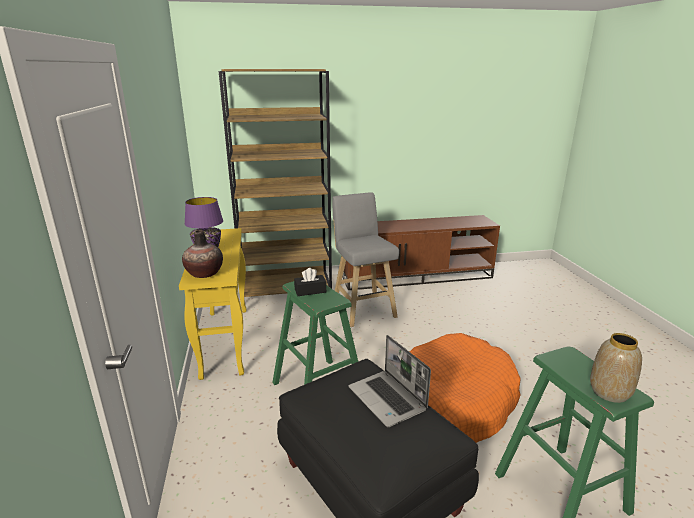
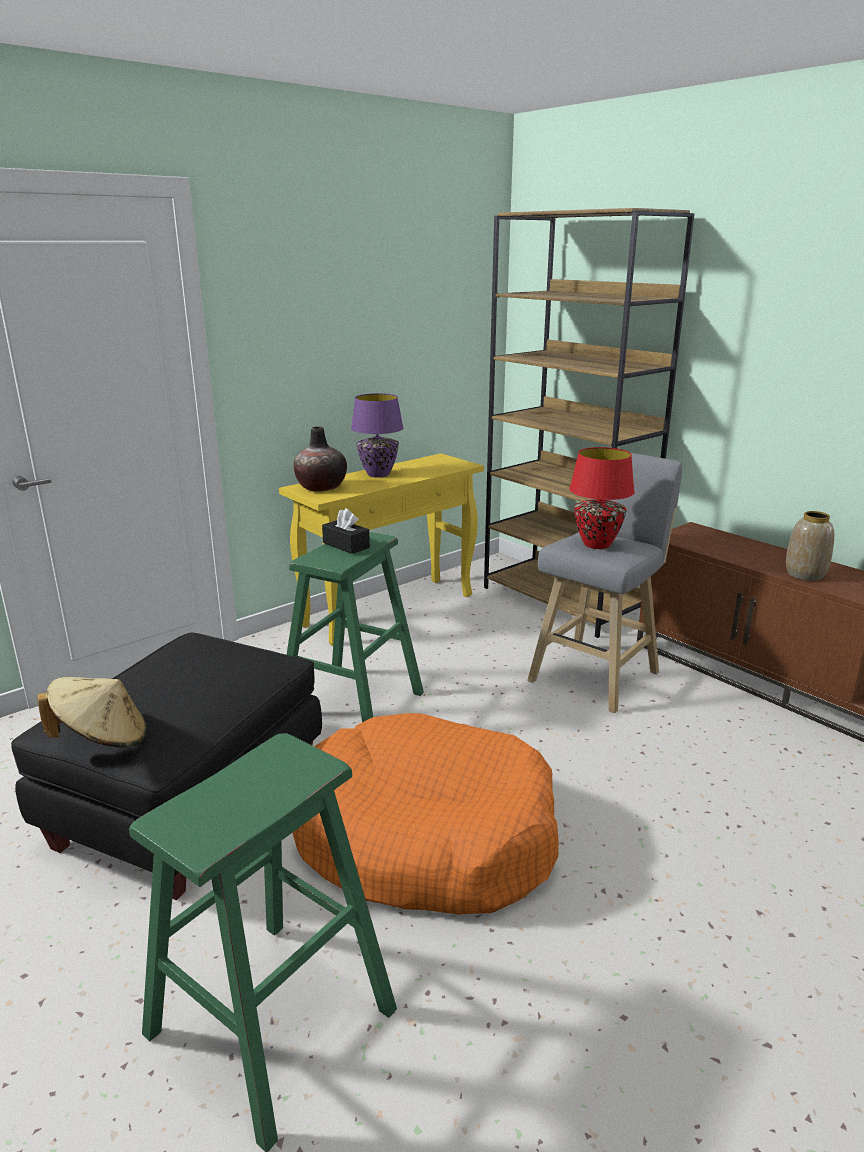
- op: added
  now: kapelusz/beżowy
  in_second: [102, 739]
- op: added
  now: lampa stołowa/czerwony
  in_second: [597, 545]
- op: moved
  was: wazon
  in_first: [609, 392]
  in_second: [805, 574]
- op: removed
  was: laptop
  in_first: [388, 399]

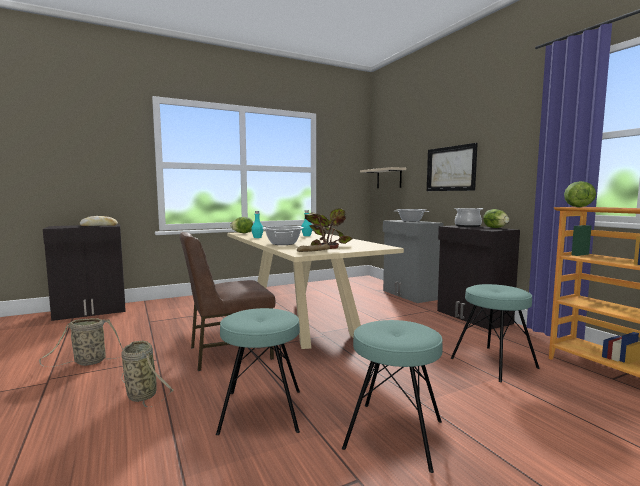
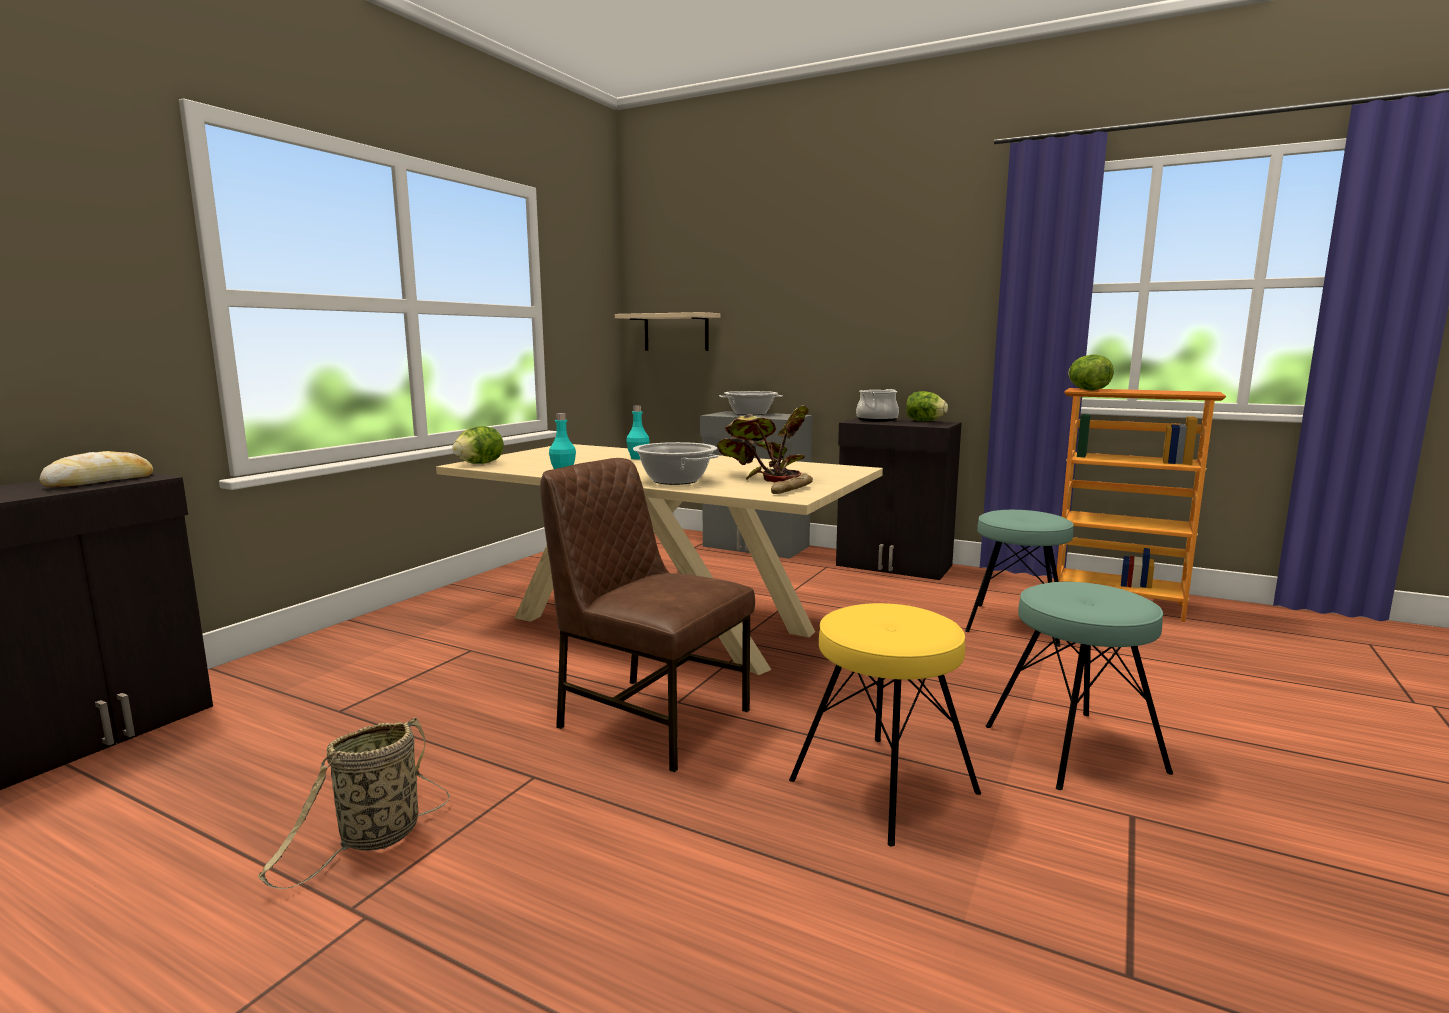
- op: turned
  was: krzesło/brązowy
  in_first: [228, 352]
  in_second: [650, 718]
  clockwise: 90
- op: recoloured
  was: stołek/turkusowy
  now: stołek/żółty
  in_first: [262, 411]
  in_second: [883, 786]
- op: removed
  was: koszyk
  in_first: [141, 394]
- op: removed
  was: obraz
  in_first: [451, 168]

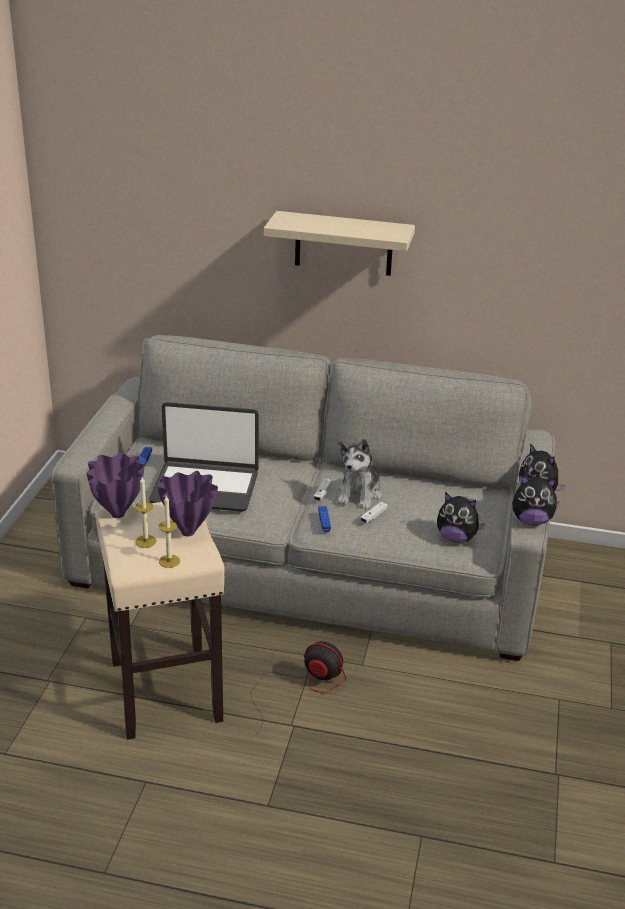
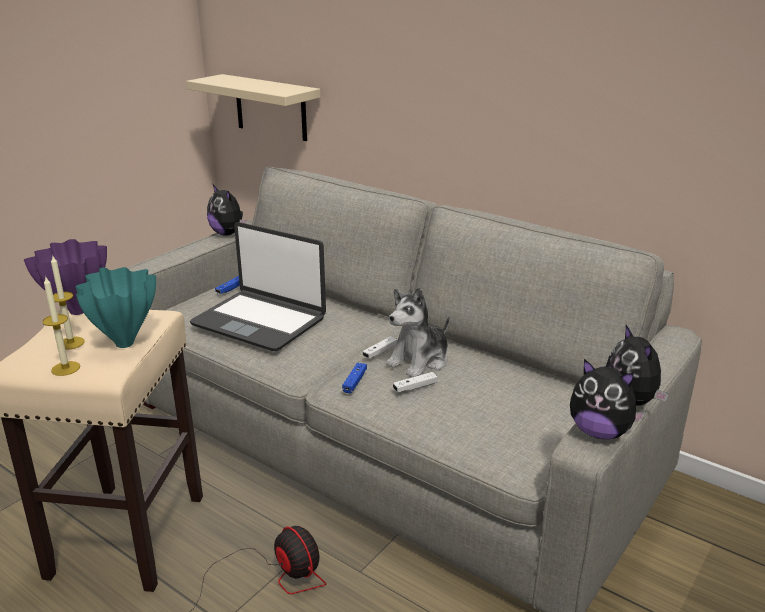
- op: recoloured
  was: wazon/fioletowy
  now: wazon/turkusowy
  in_first: [189, 533]
  in_second: [125, 344]
- op: moved
  was: półka/beżowy
  in_first: [343, 244]
  in_second: [270, 107]
- op: moved
  was: pluszak
  in_first: [456, 538]
  in_second: [228, 233]

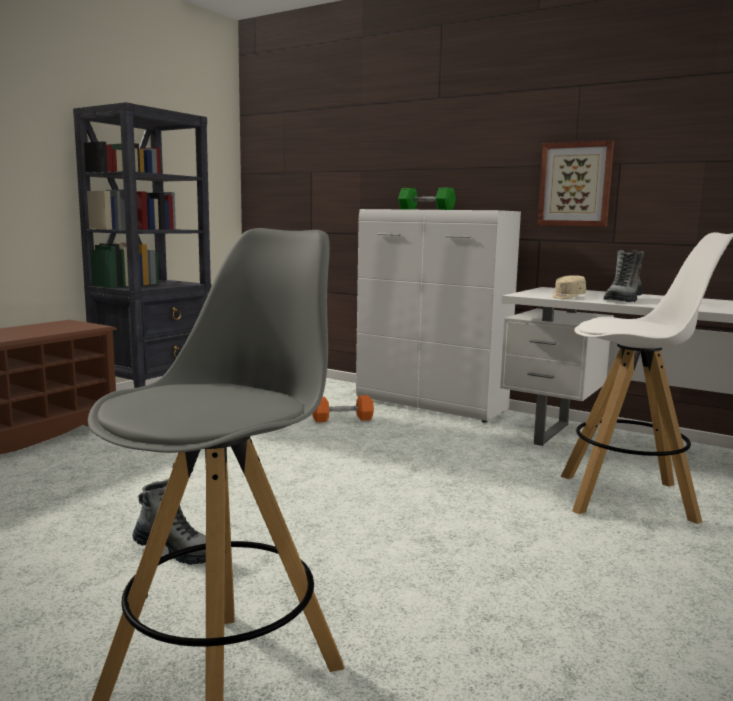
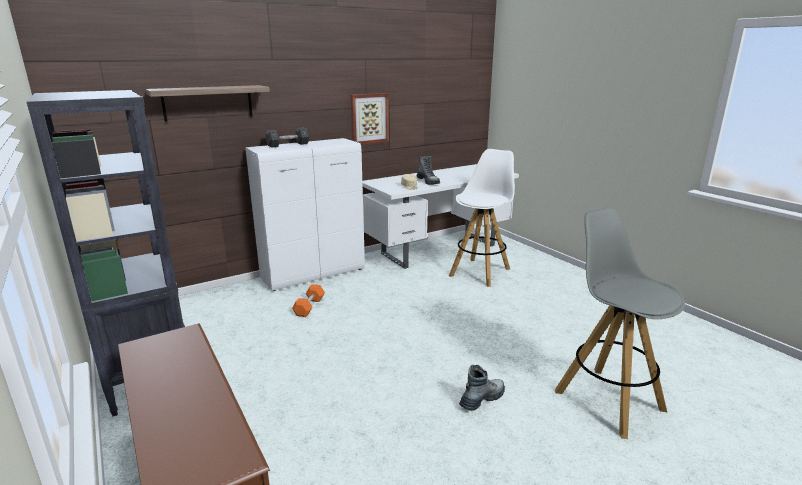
- op: added
  now: półka
  in_second: [208, 103]
- op: recoloured
  was: hantel/zielony
  now: hantel/szary
  in_first: [426, 209]
  in_second: [288, 145]

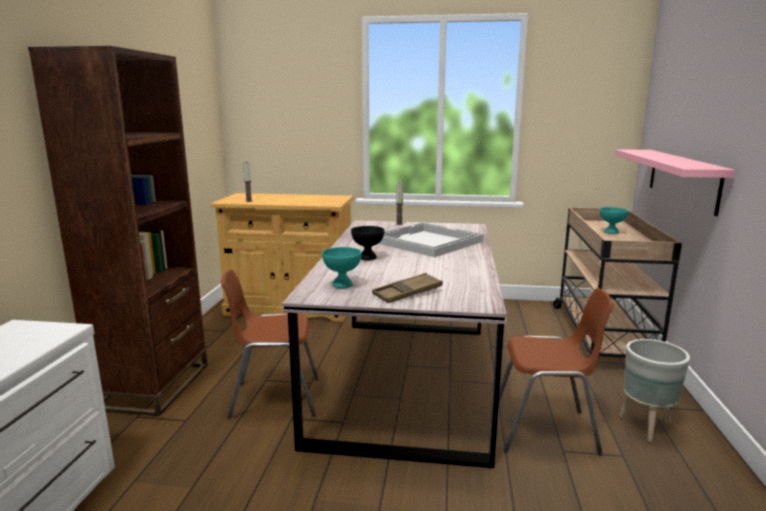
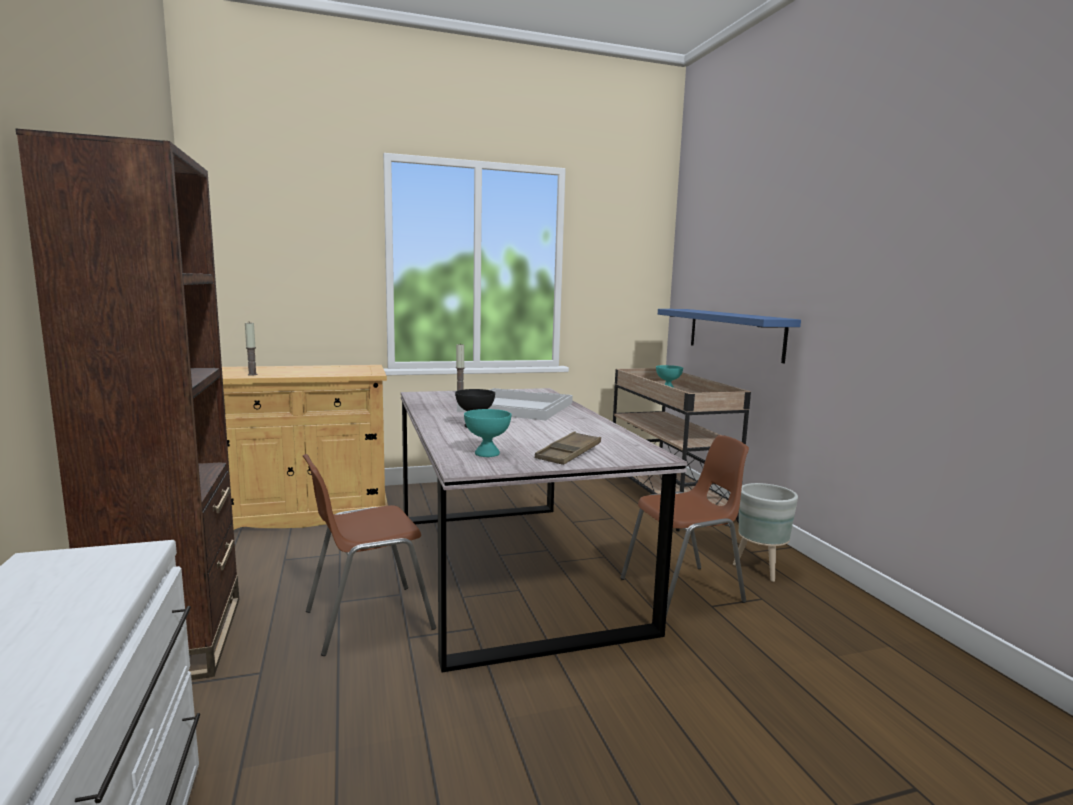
- op: recoloured
  was: półka/różowy
  now: półka/niebieski
  in_first: [682, 179]
  in_second: [734, 333]

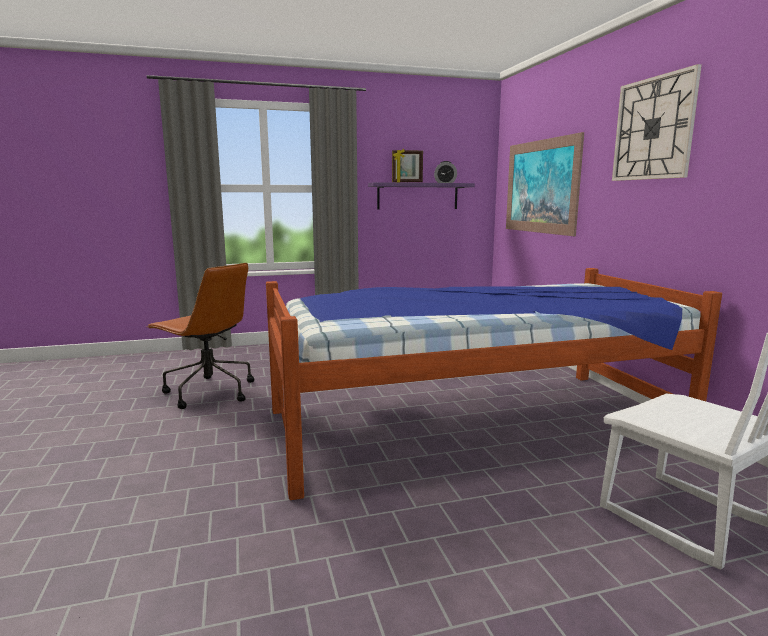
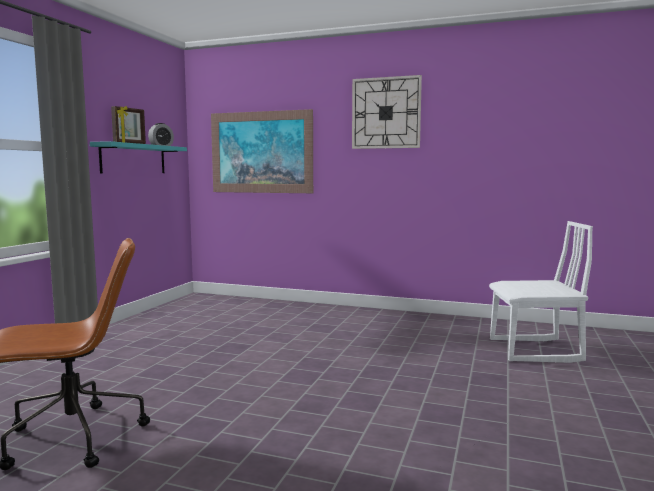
- op: recoloured
  was: półka/fioletowy
  now: półka/turkusowy
  in_first: [417, 196]
  in_second: [133, 159]
- op: removed
  was: łóżko
  in_first: [472, 422]

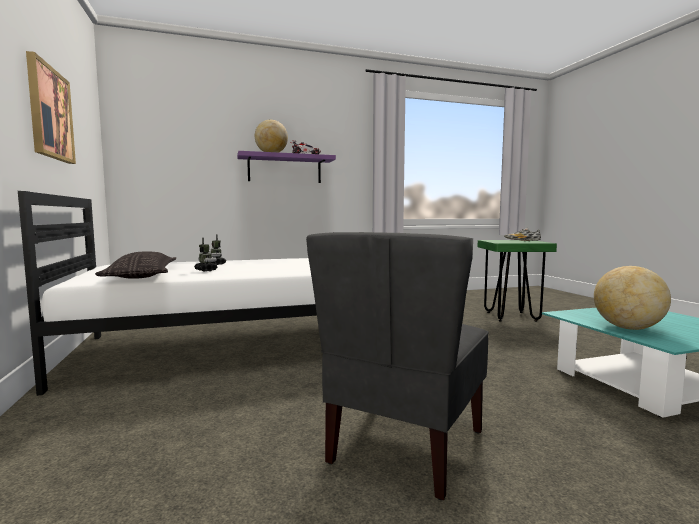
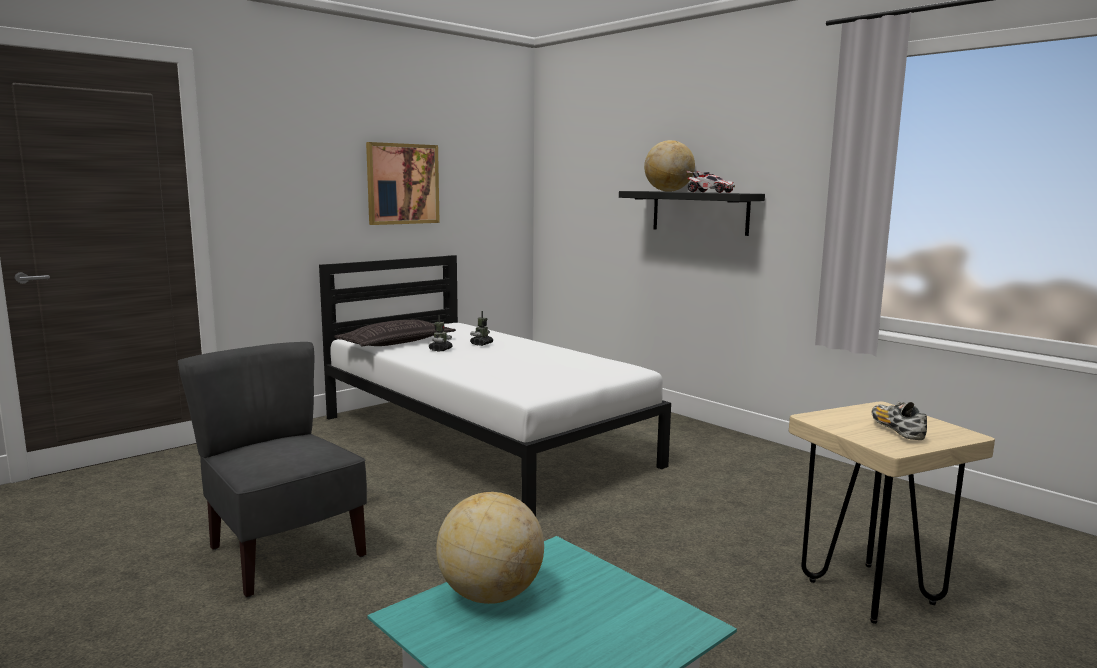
- op: turned
  was: krzesło/szary
  in_first: [404, 446]
  in_second: [283, 553]
  clockwise: 45
- op: recoloured
  was: półka/fioletowy
  now: półka/czarny
  in_first: [284, 169]
  in_second: [699, 212]
- op: recoloured
  was: stołek/zielony
  now: stołek/beżowy
  in_first: [511, 316]
  in_second: [870, 592]

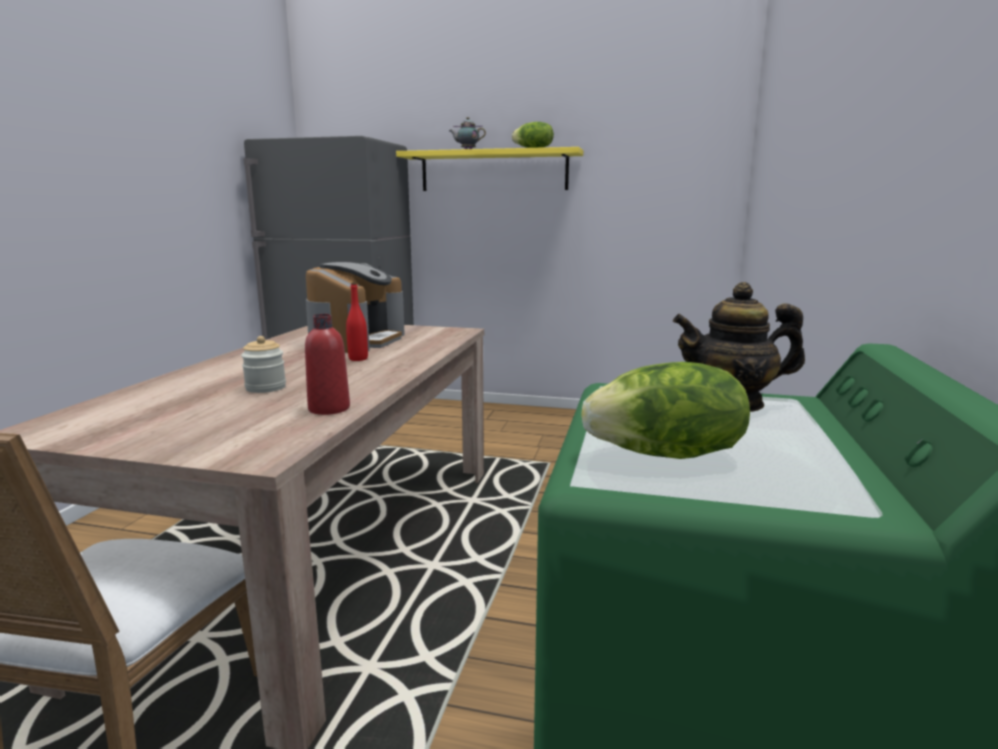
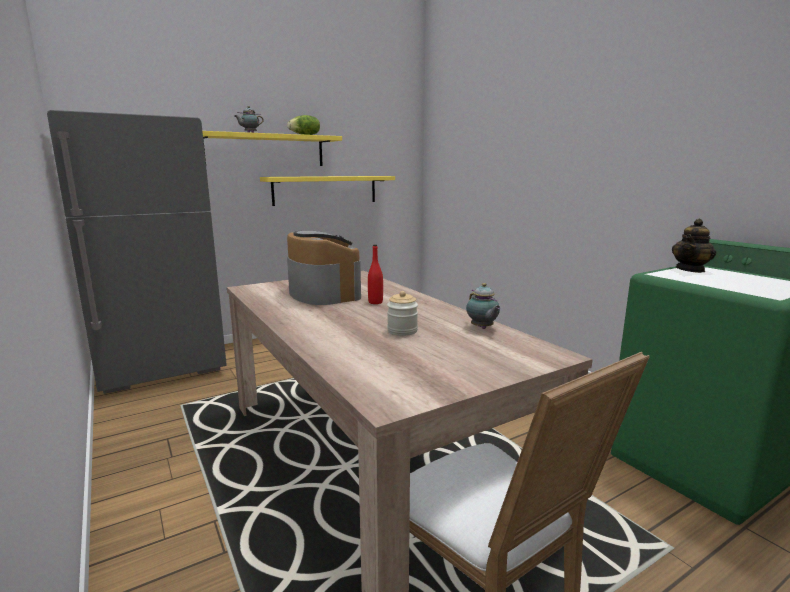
- op: added
  now: półka/żółty
  in_second: [325, 190]
- op: replaced
  was: butelka/czerwony
  now: imbryk
  in_first: [329, 409]
  in_second: [482, 328]
- op: removed
  was: sałata
  in_first: [667, 455]

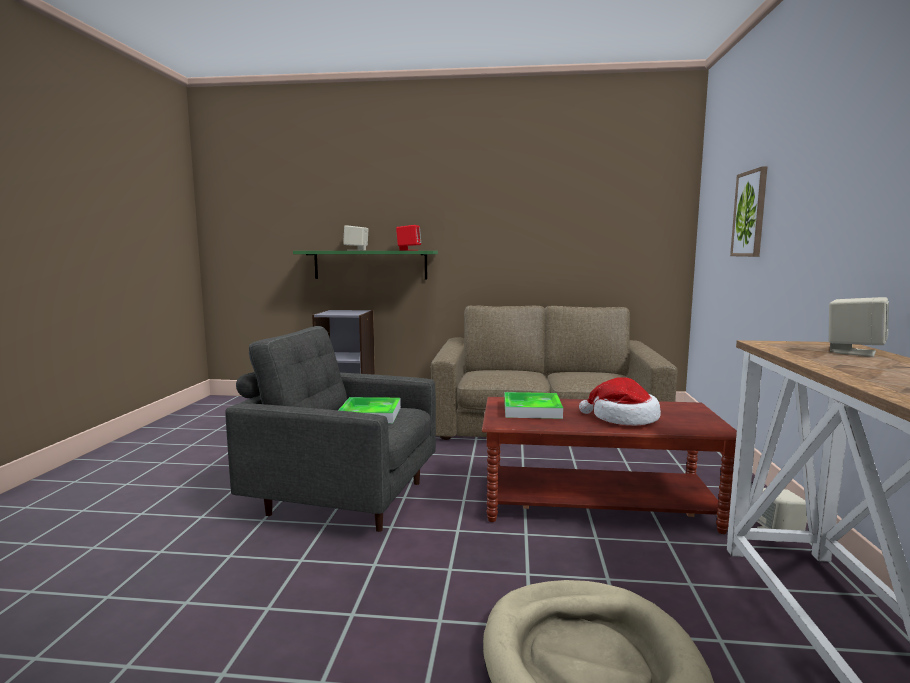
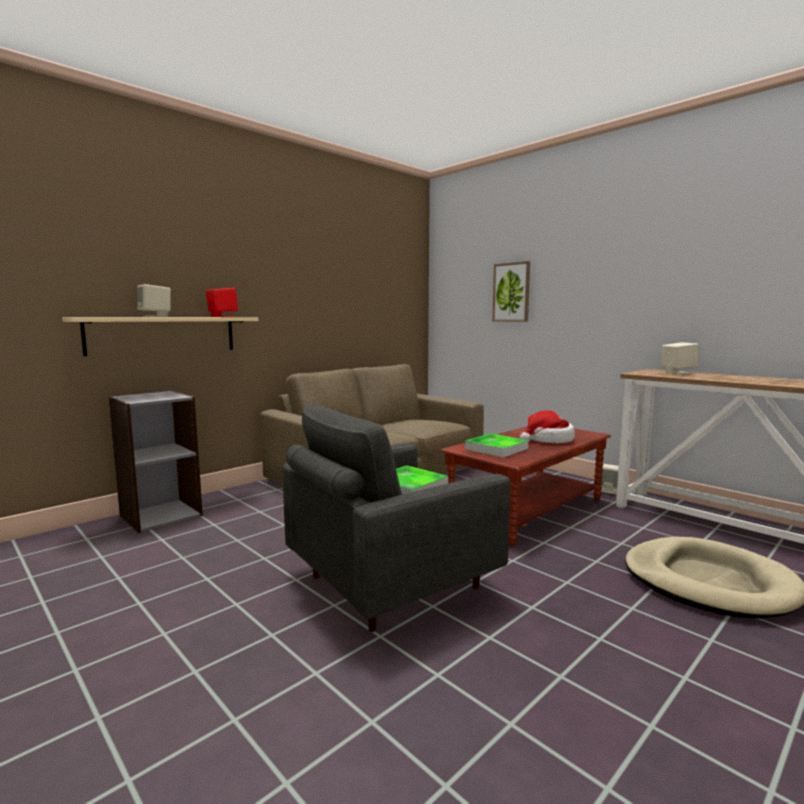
- op: recoloured
  was: półka/zielony
  now: półka/beżowy
  in_first: [370, 265]
  in_second: [163, 334]

